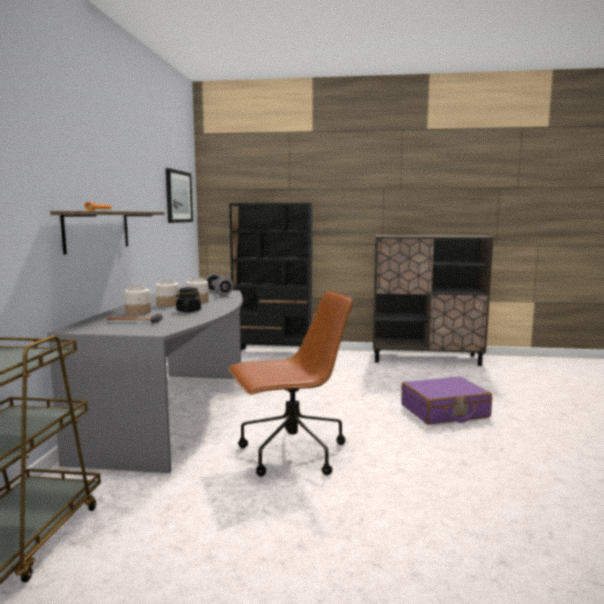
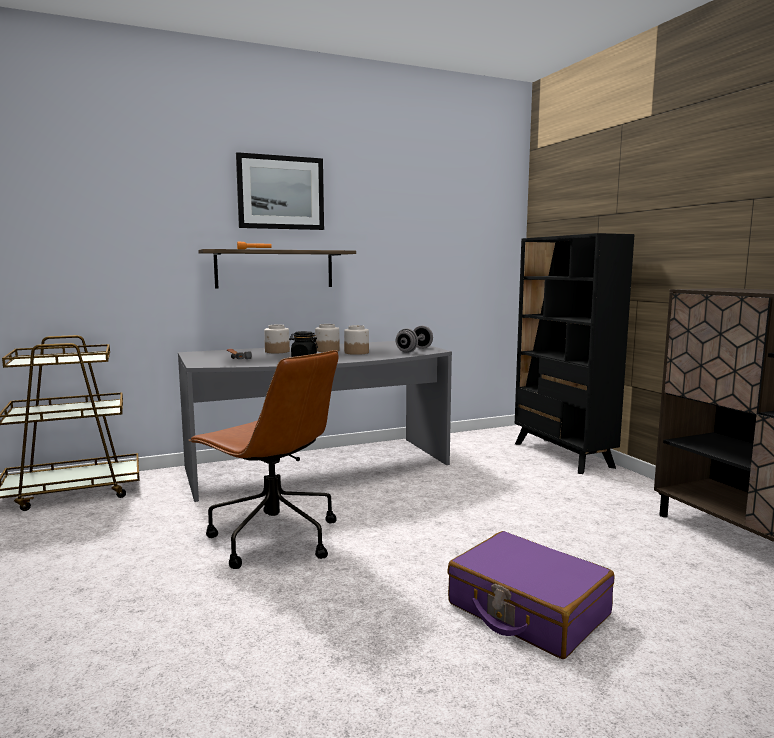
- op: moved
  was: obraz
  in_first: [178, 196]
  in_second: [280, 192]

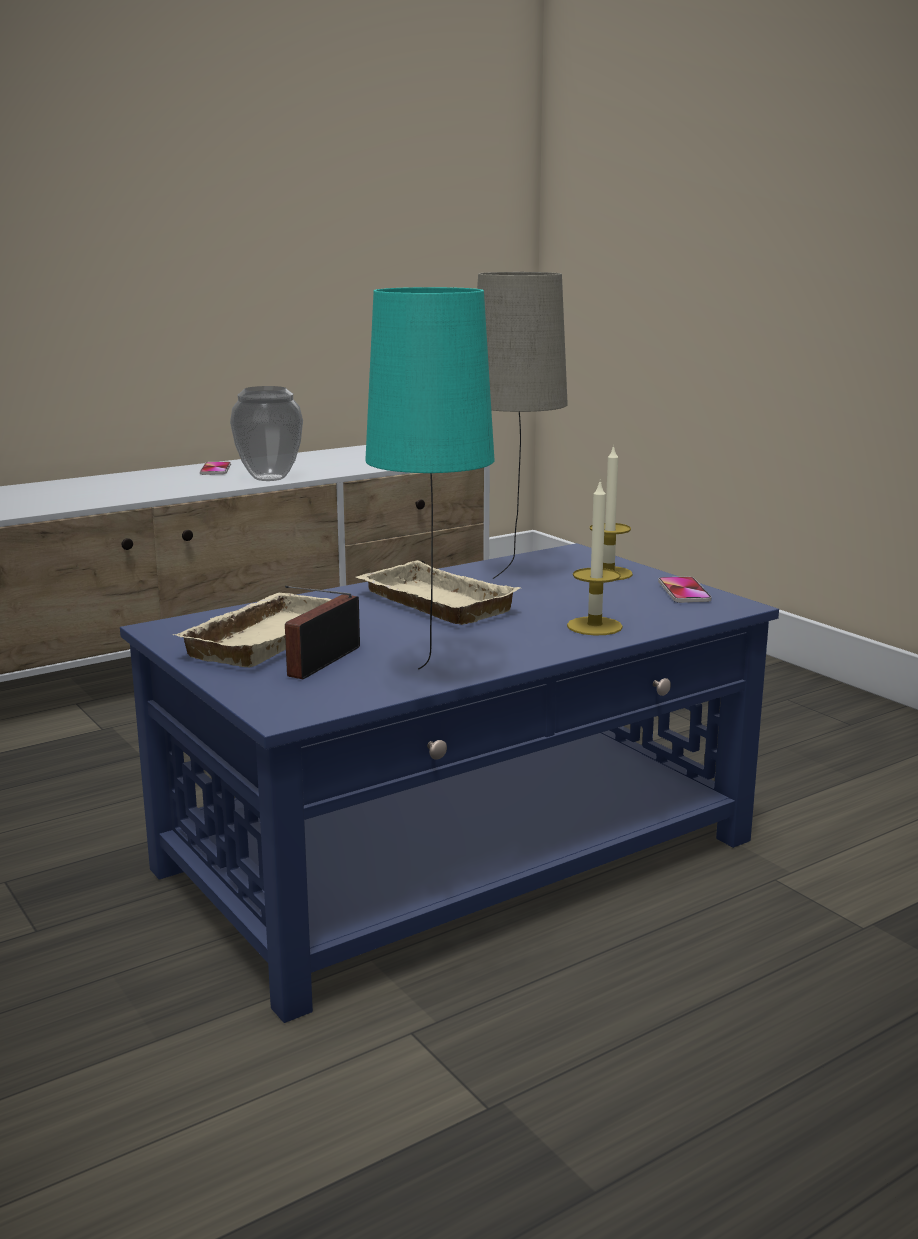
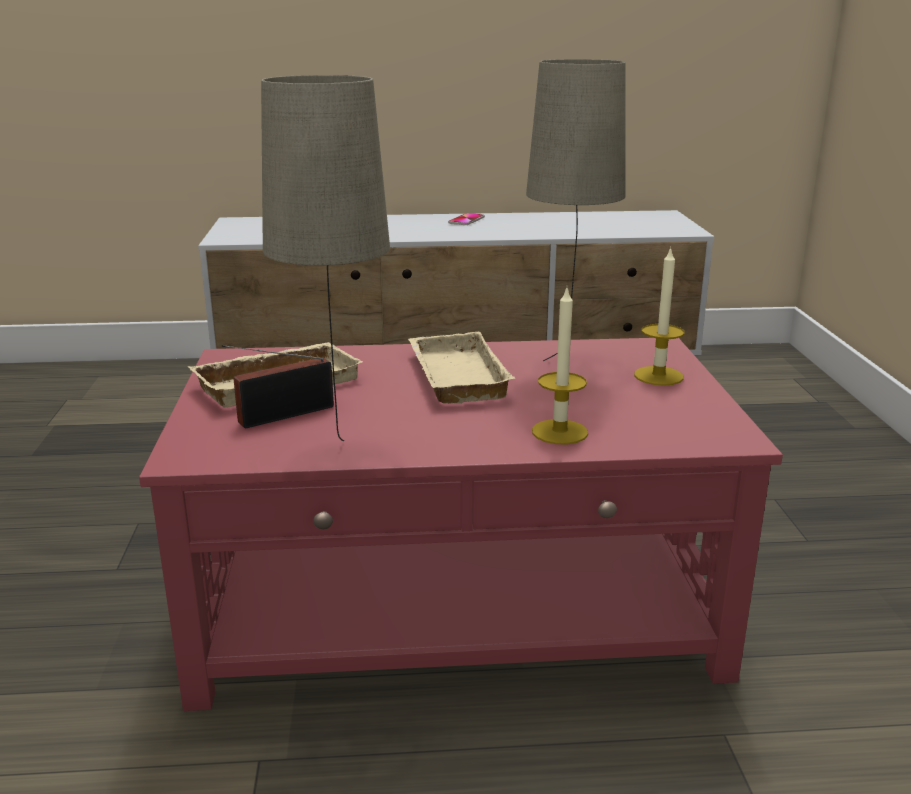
- op: recoloured
  was: ława/niebieski
  now: ława/czerwony
  in_first: [460, 854]
  in_second: [458, 605]
- op: recoloured
  was: lampa stołowa/turkusowy
  now: lampa stołowa/beżowy
  in_first: [432, 679]
  in_second: [339, 454]
- op: removed
  was: wazon
  in_first: [268, 478]
- op: removed
  was: telefon
  in_first: [684, 592]

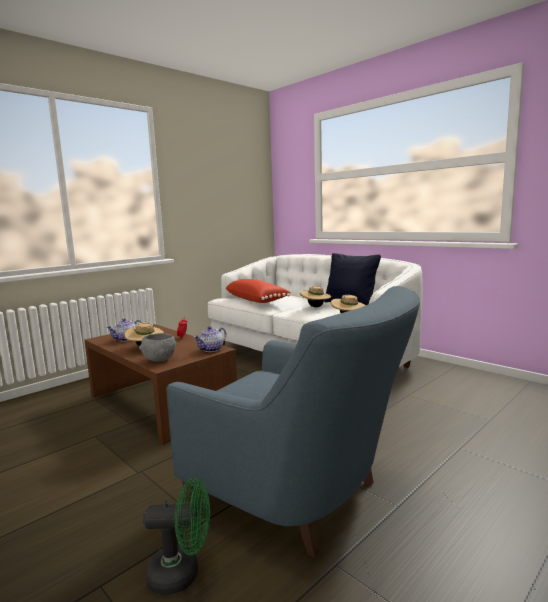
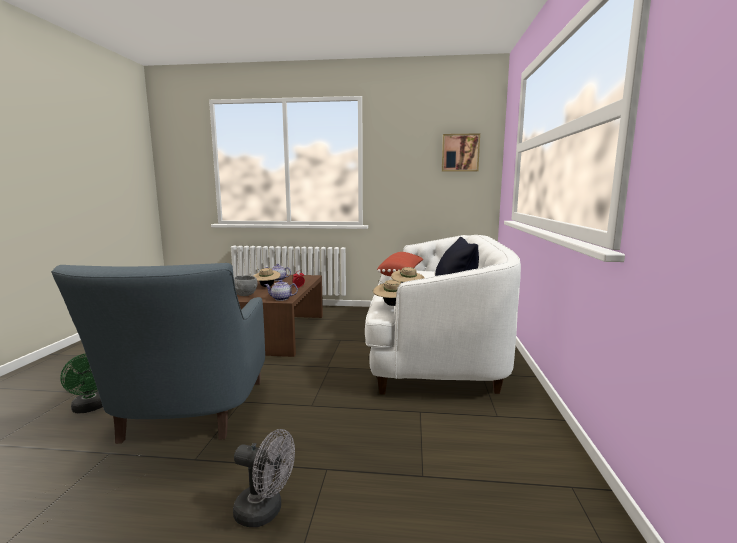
- op: added
  now: wentylator/szary
  in_second: [265, 511]
- op: added
  now: obraz
  in_second: [460, 153]

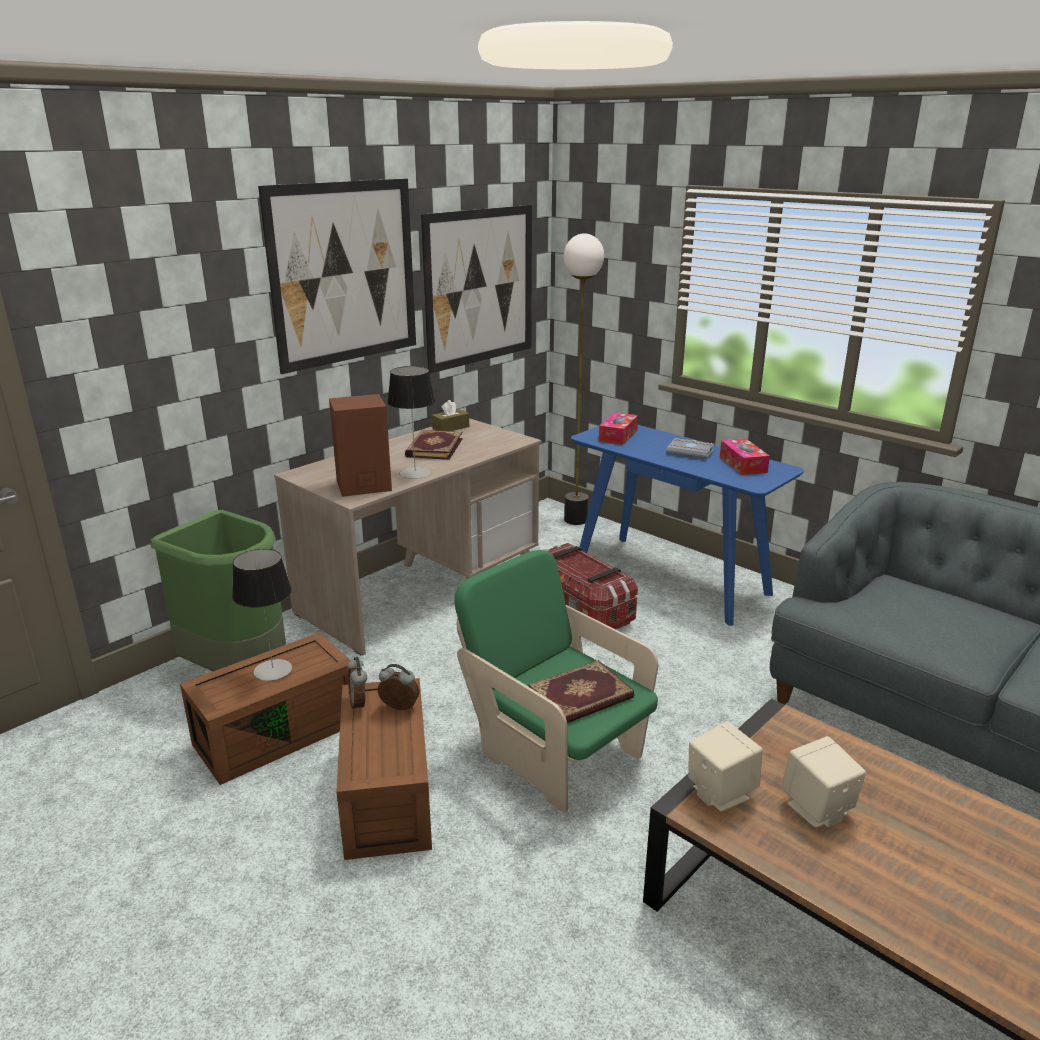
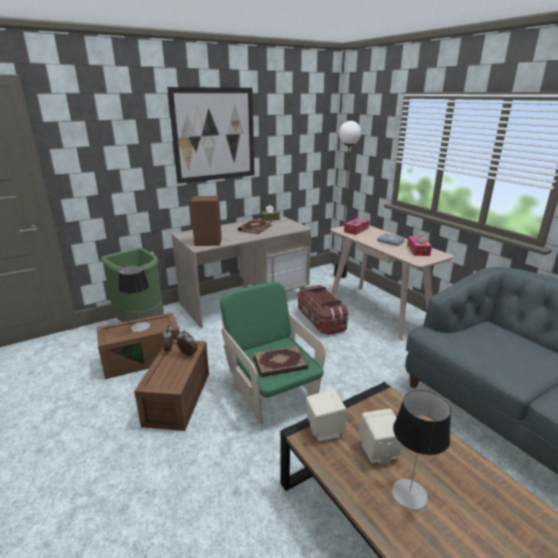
- op: recoloured
  was: stolik konsolowy/niebieski
  now: stolik konsolowy/beżowy
  in_first: [671, 577]
  in_second: [378, 310]
- op: moved
  was: lampa stołowa
  in_first: [415, 473]
  in_second: [409, 493]
- op: removed
  was: obraz
  in_first: [480, 287]

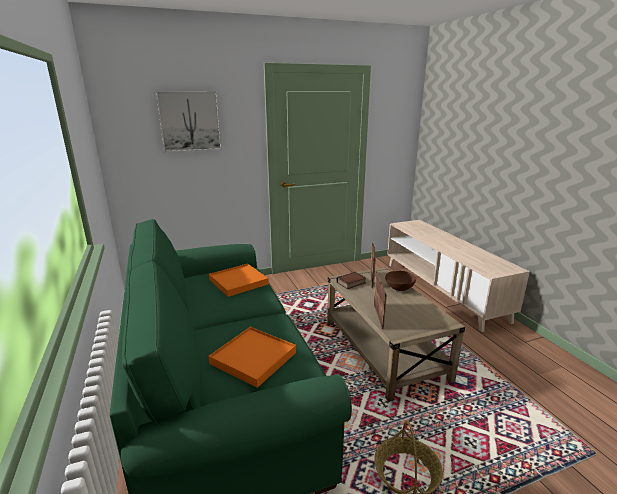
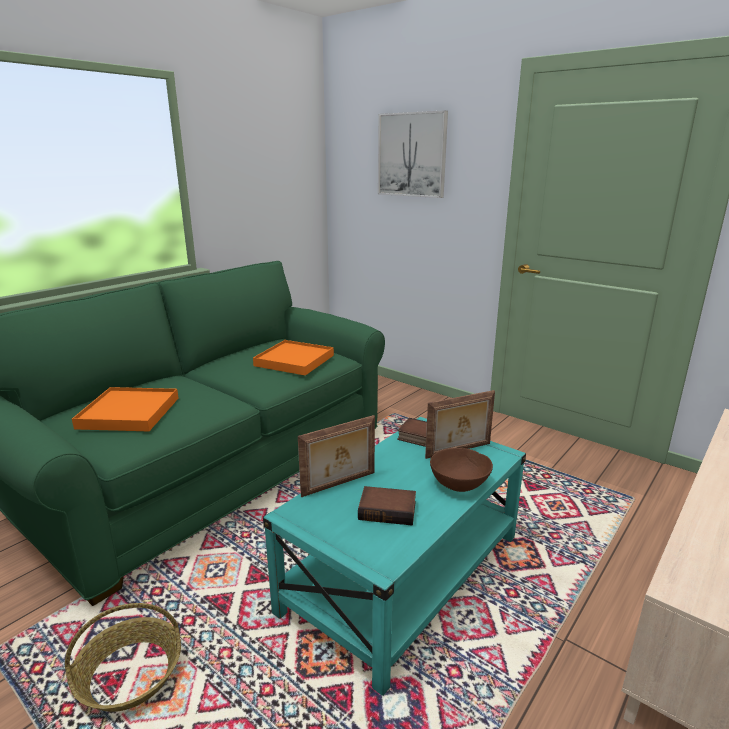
- op: recoloured
  was: ława/beżowy
  now: ława/turkusowy
  in_first: [383, 349]
  in_second: [404, 572]
- op: added
  now: książka
  in_second: [388, 510]

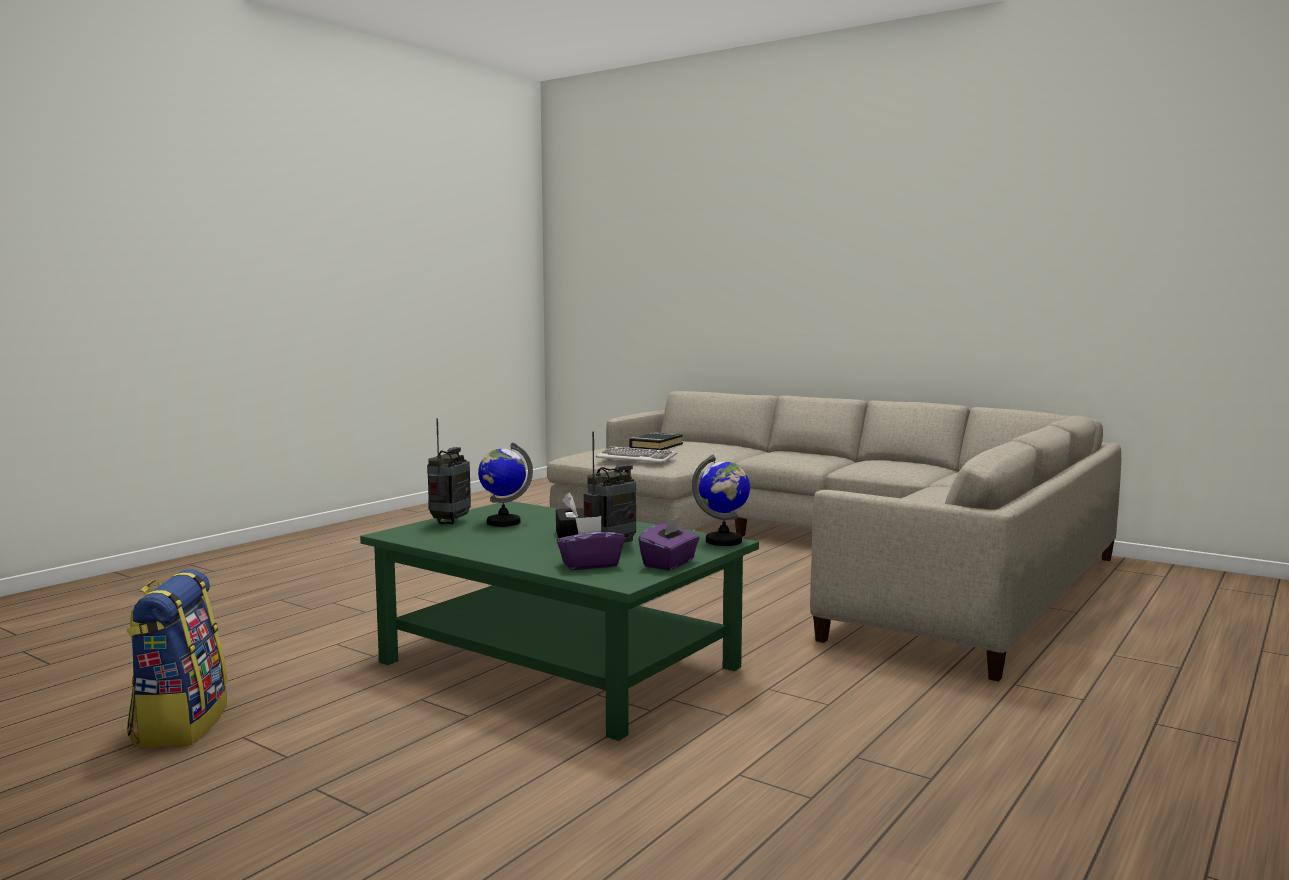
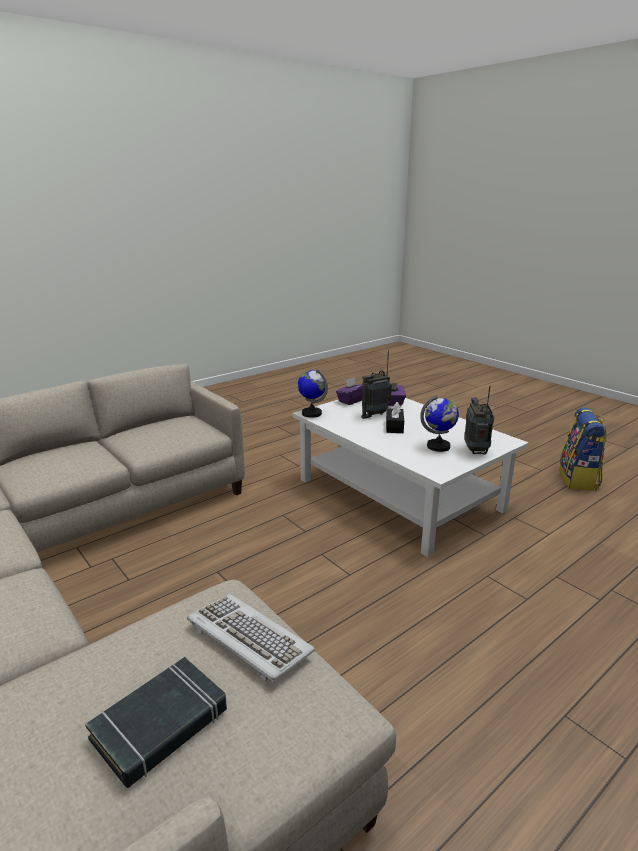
- op: recoloured
  was: ława/zielony
  now: ława/biały
  in_first: [560, 664]
  in_second: [398, 494]
- op: turned
  was: radio
  in_first: [450, 522]
  in_second: [476, 451]
  clockwise: 150

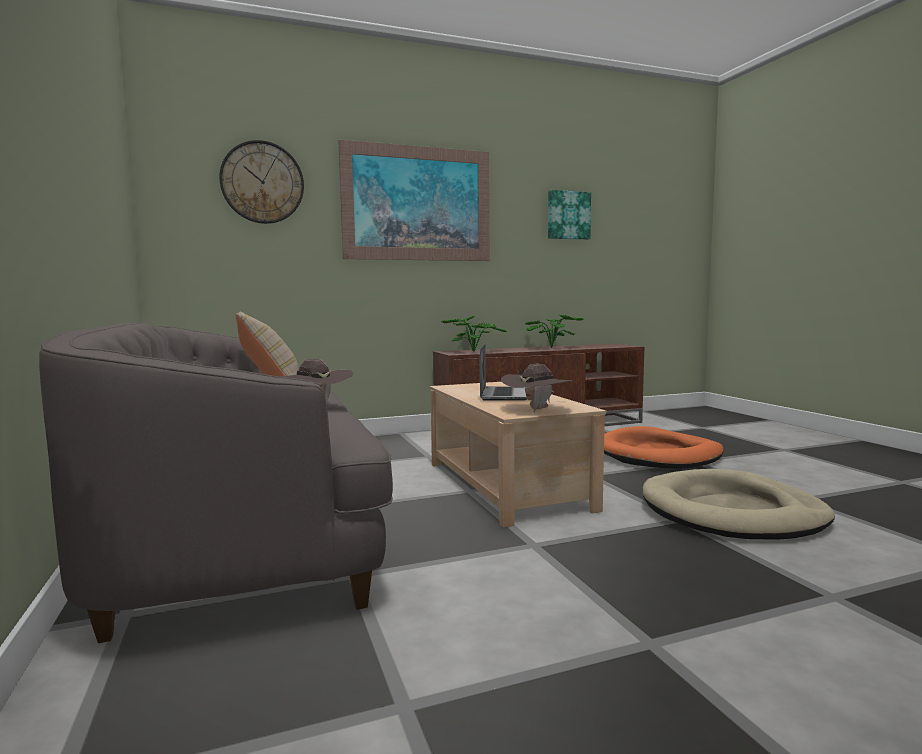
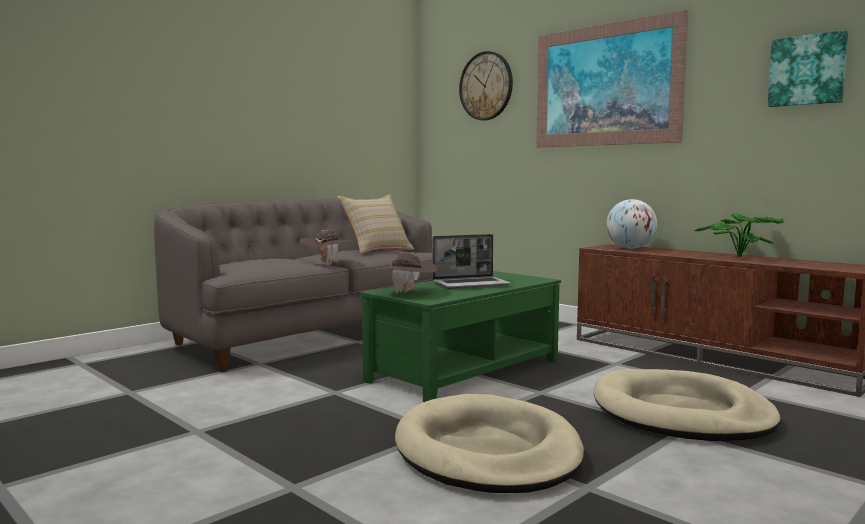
- op: recoloured
  was: ława/beżowy
  now: ława/zielony
  in_first: [504, 485]
  in_second: [464, 370]
- op: recoloured
  was: legowisko/pomarańczowy
  now: legowisko/beżowy
  in_first: [658, 454]
  in_second: [681, 413]
- op: replaced
  was: roślina doniczkowa
  now: globus
  in_first: [473, 351]
  in_second: [630, 248]

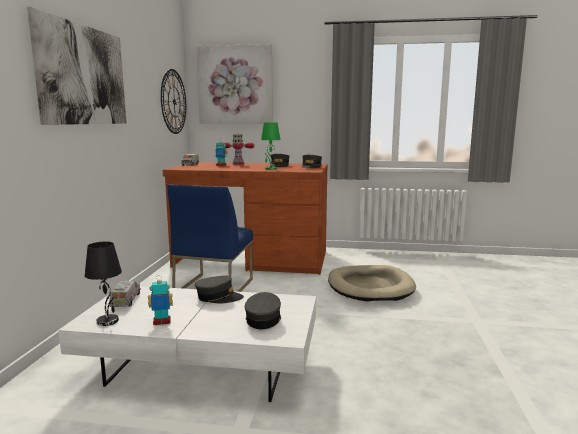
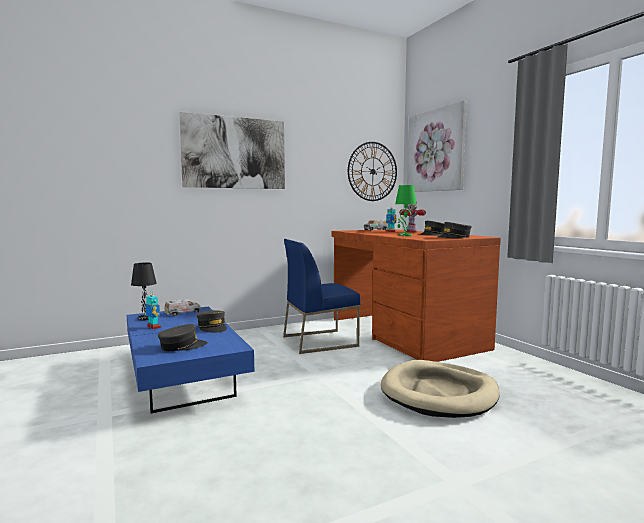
- op: recoloured
  was: ława/biały
  now: ława/niebieski
  in_first: [200, 368]
  in_second: [182, 378]

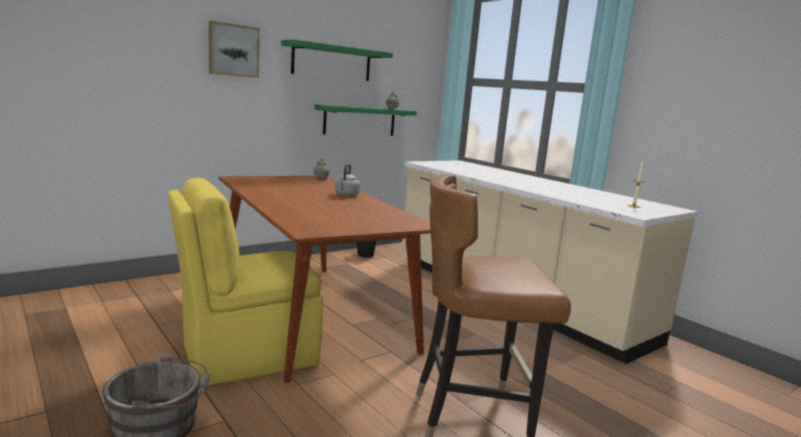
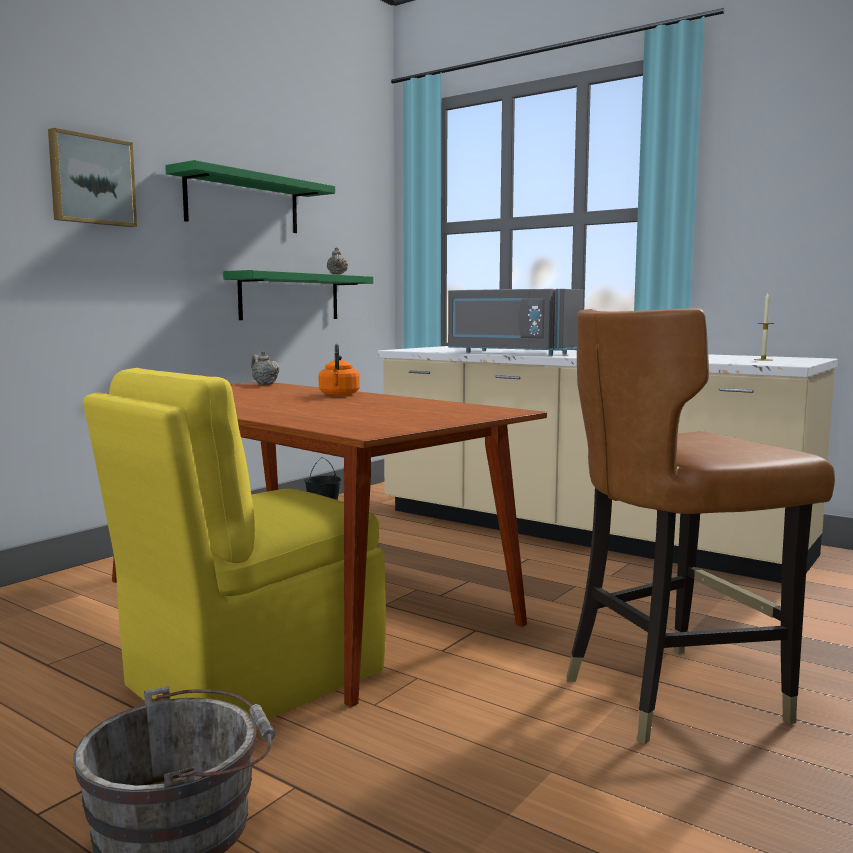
- op: recoloured
  was: czajnik/szary
  now: czajnik/pomarańczowy
  in_first: [346, 195]
  in_second: [339, 395]
- op: added
  now: mikrofalówka/szary
  in_second: [510, 353]

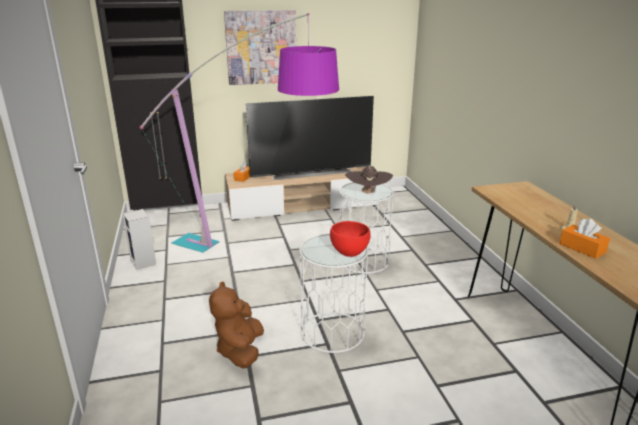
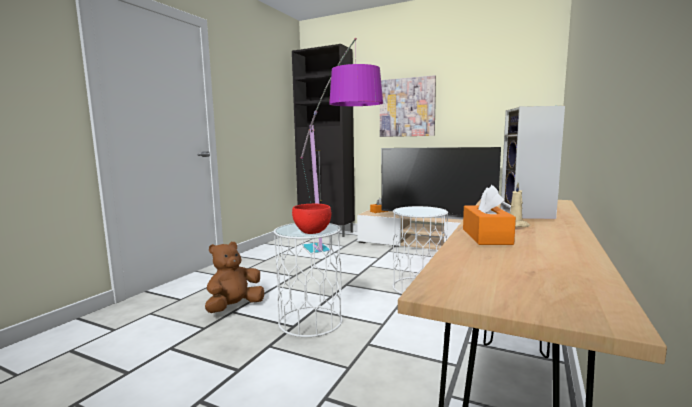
- op: moved
  was: głośnik
  in_first: [144, 262]
  in_second: [528, 214]
- op: removed
  was: kapelusz/brązowy
  in_first: [368, 193]

